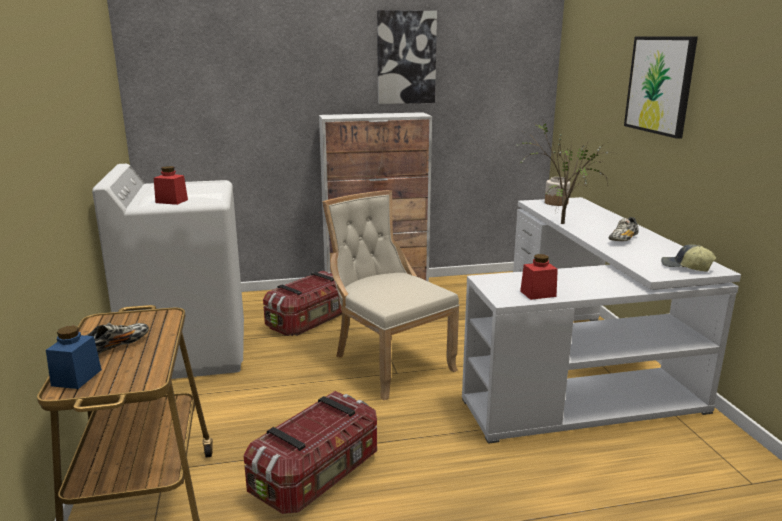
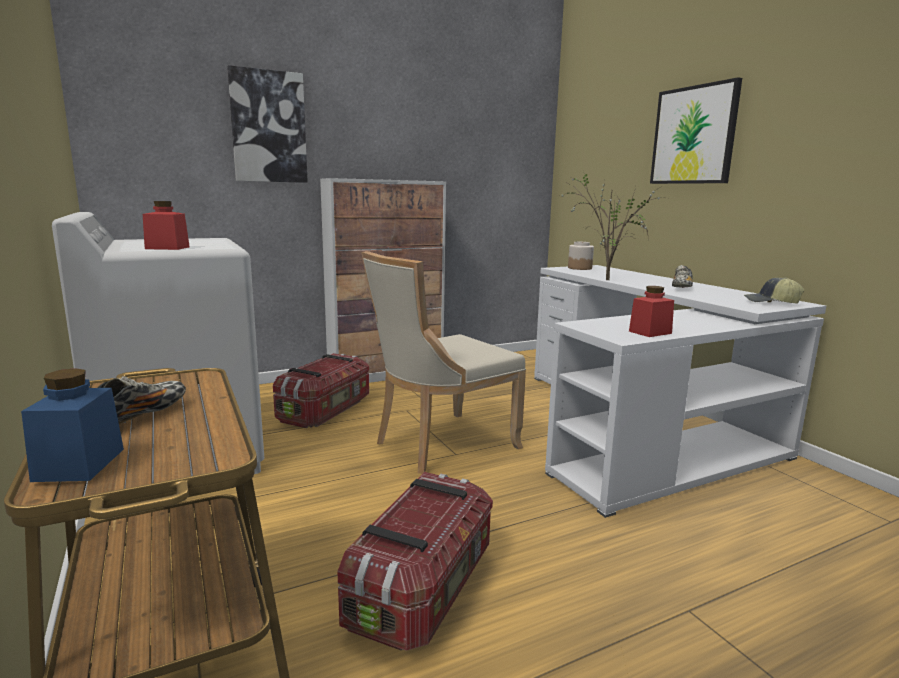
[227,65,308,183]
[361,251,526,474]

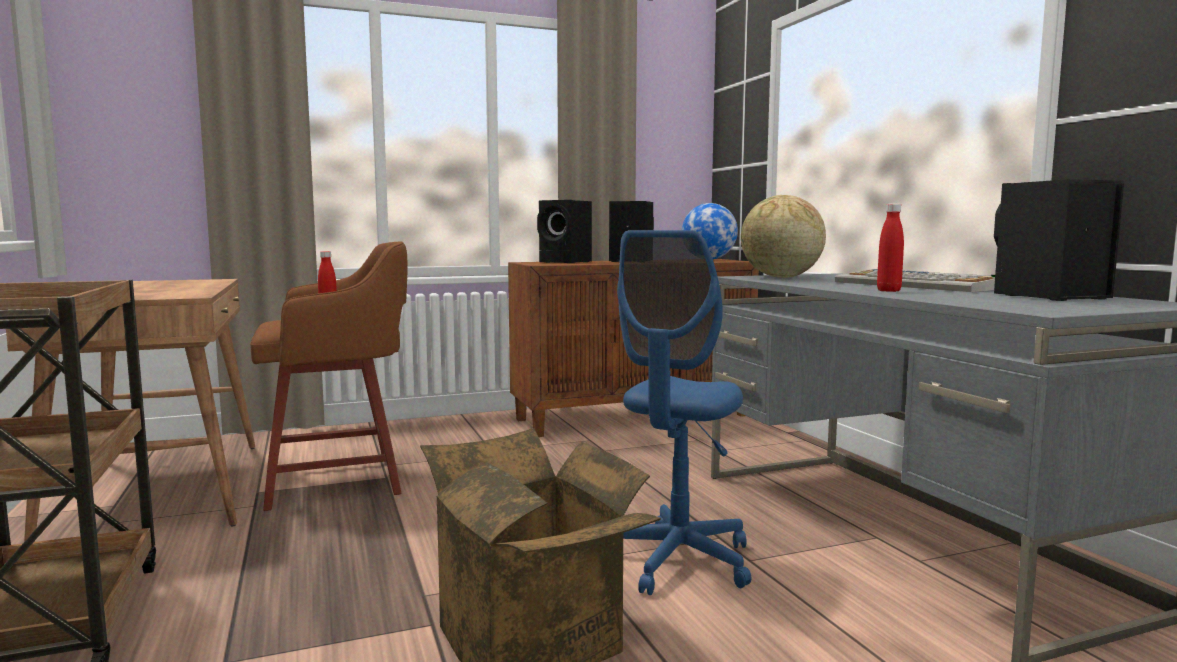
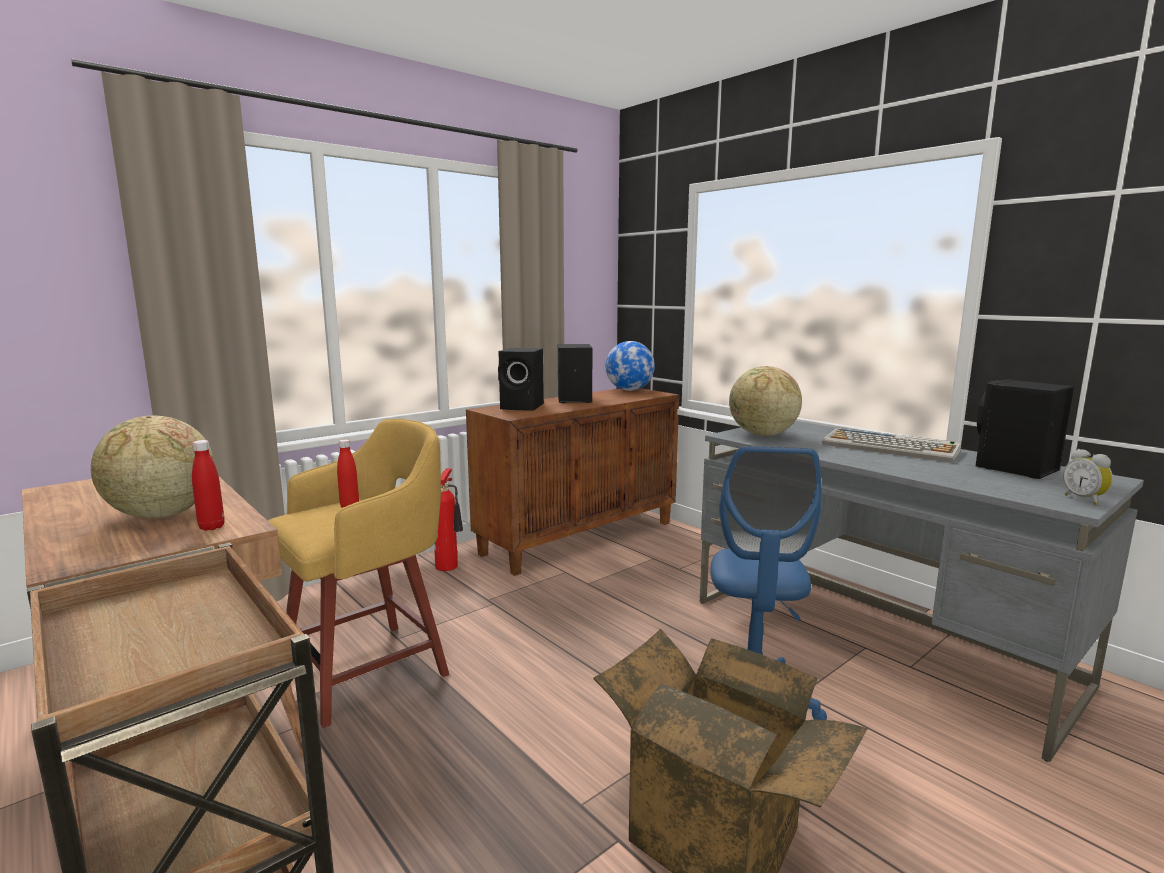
[91,415,214,518]
[192,440,225,531]
[268,419,449,728]
[434,468,463,571]
[1063,449,1113,505]

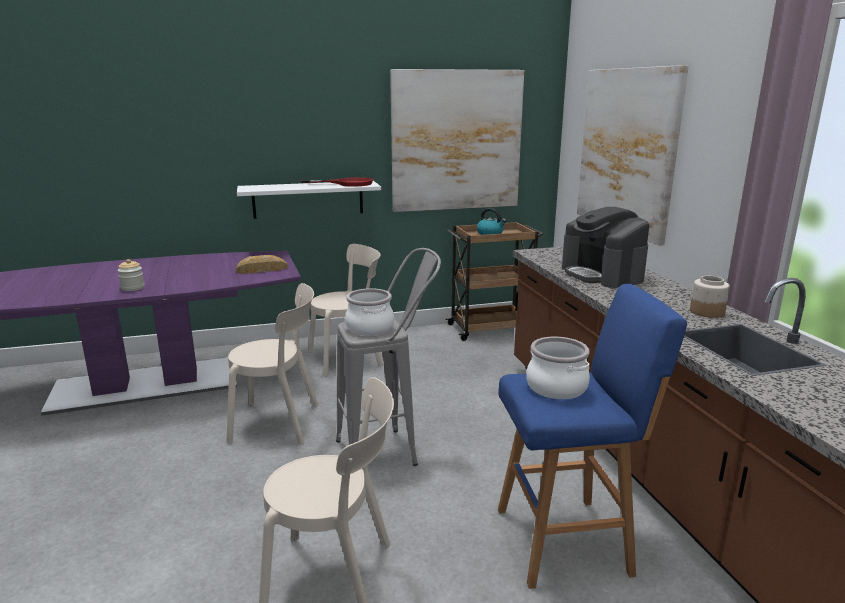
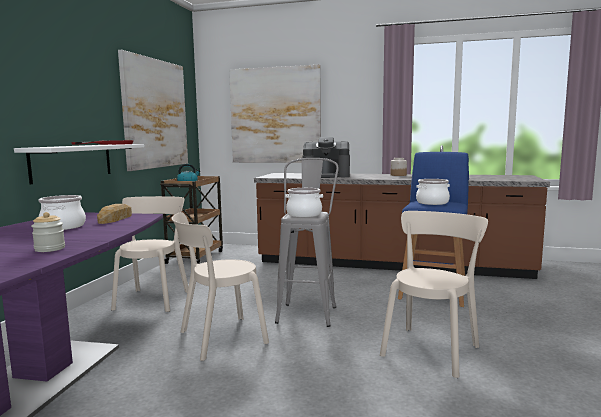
[38,195,86,230]
[172,212,269,361]

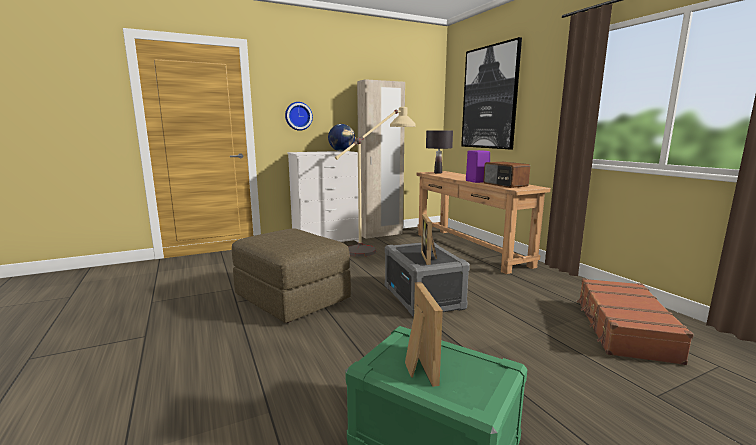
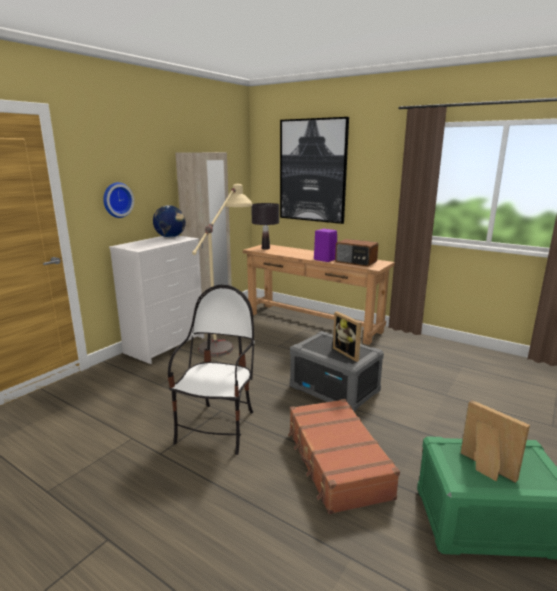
[168,285,255,455]
[288,399,400,514]

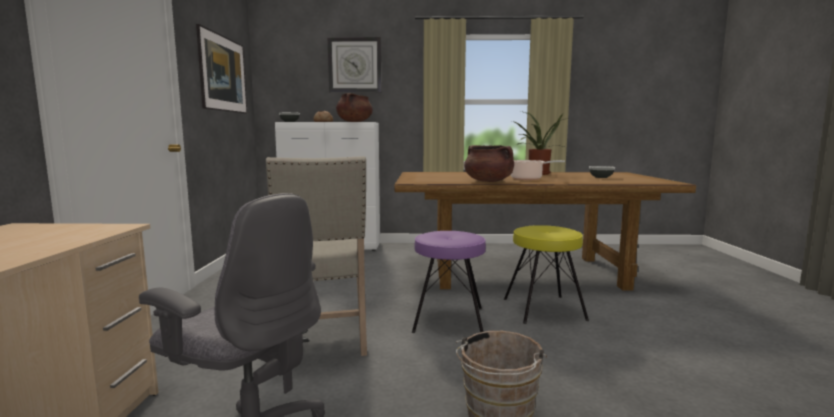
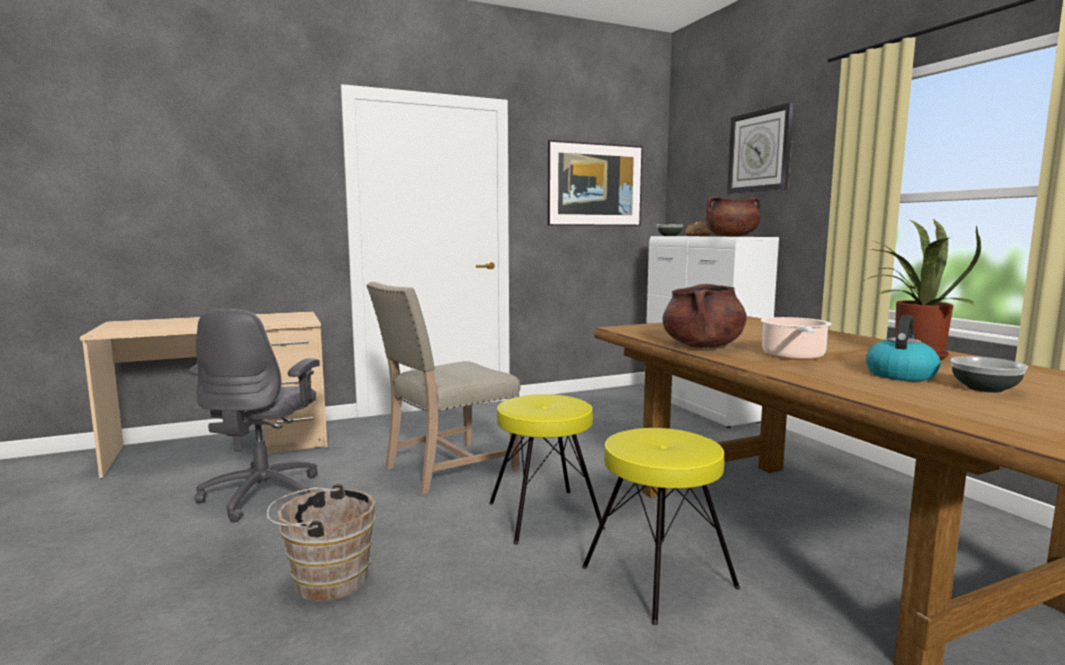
[489,394,605,545]
[866,315,940,381]

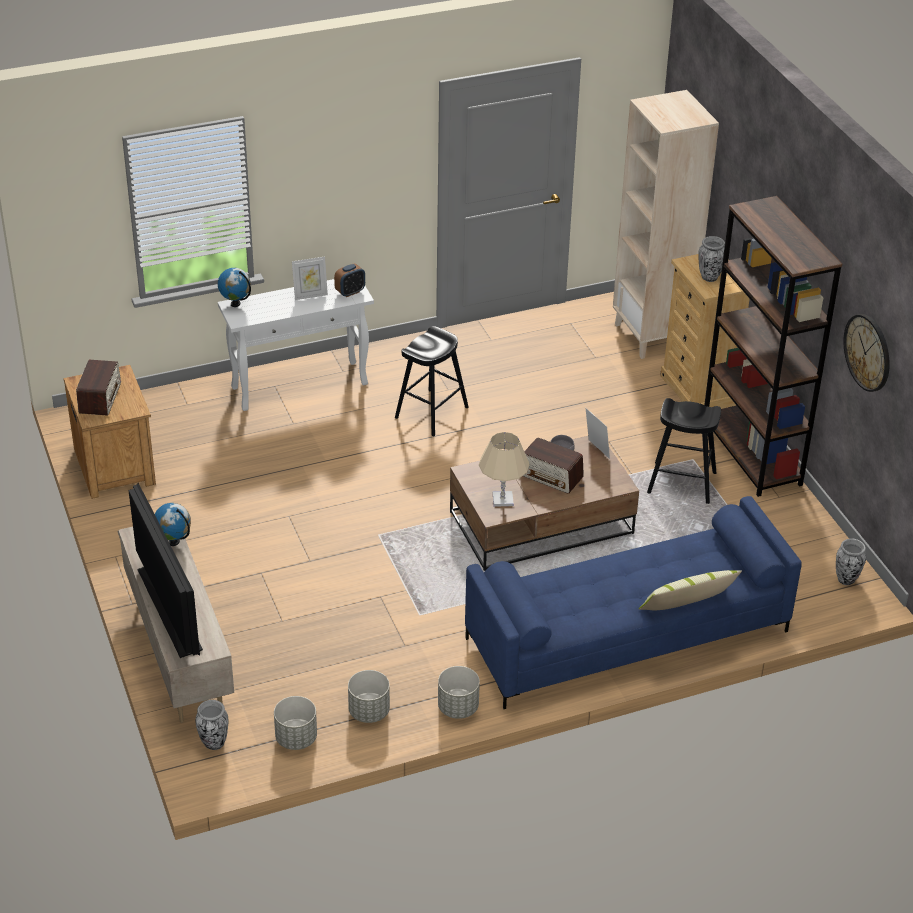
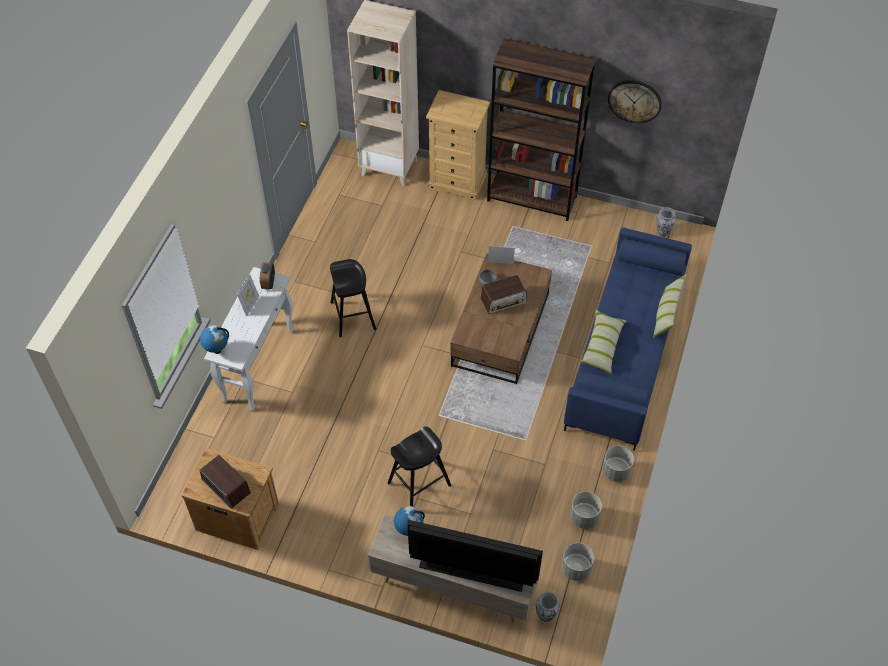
[387,427,451,507]
[580,310,626,374]
[479,432,529,507] (first image)
[698,236,725,282] (first image)

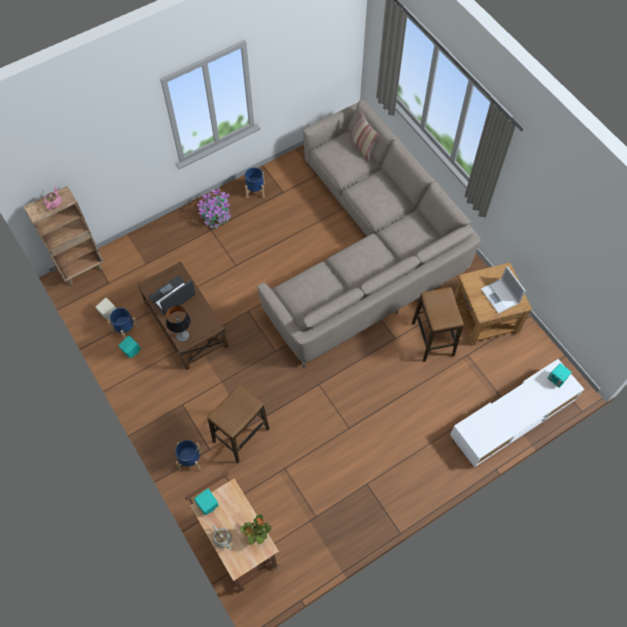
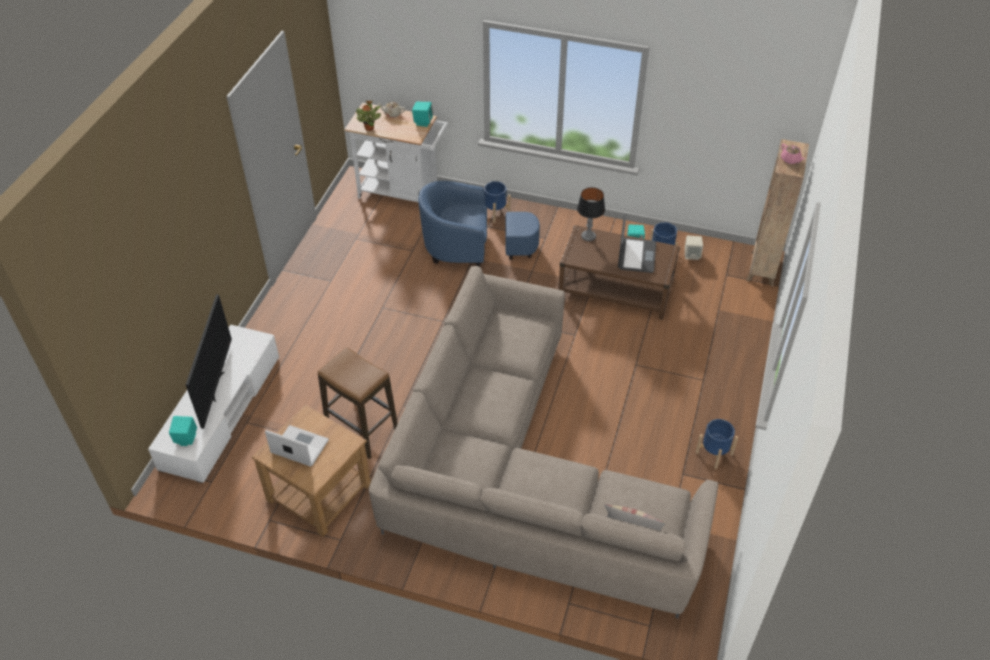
[186,294,232,429]
[344,103,448,202]
[418,181,540,267]
[197,189,231,229] (first image)

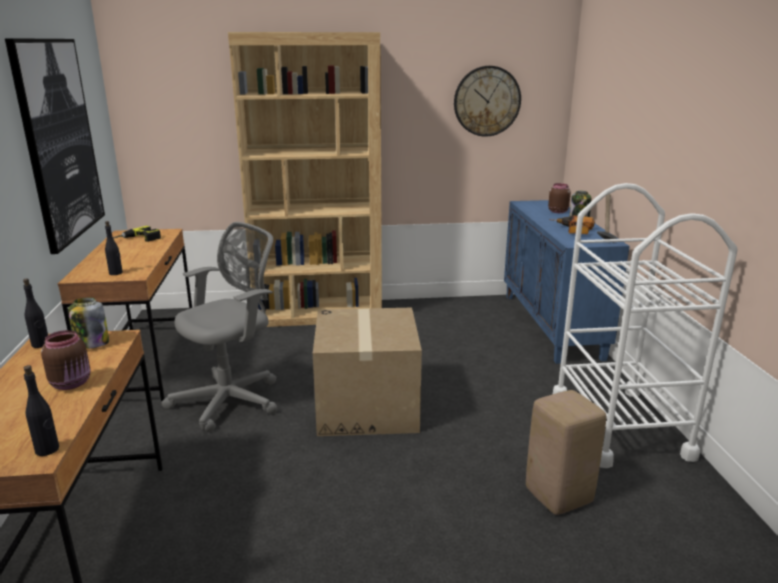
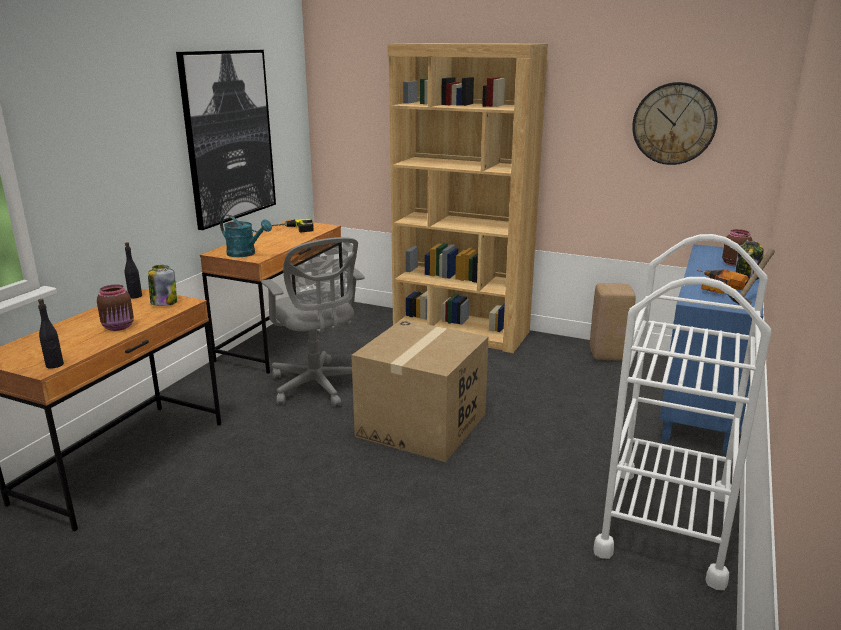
[220,215,272,257]
[261,237,365,407]
[590,283,636,361]

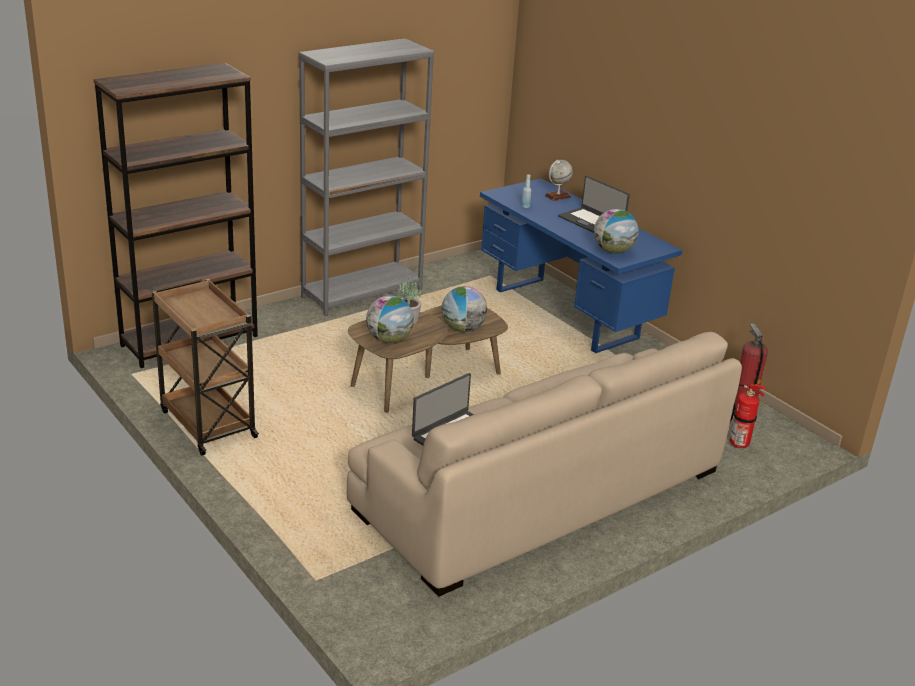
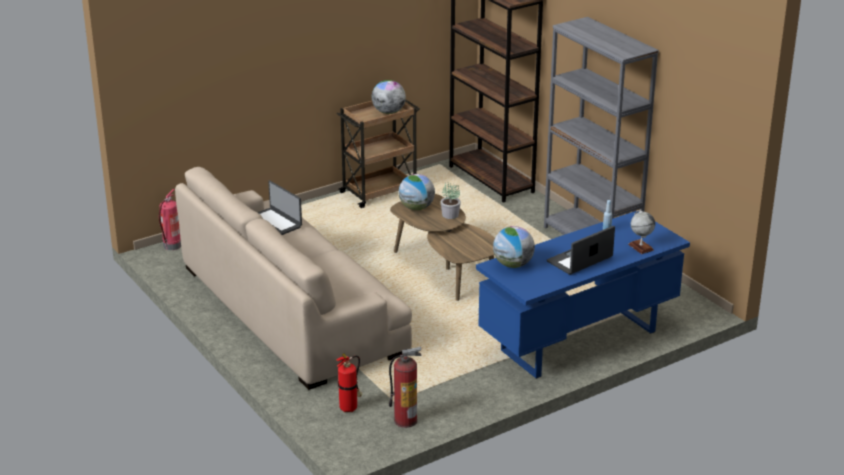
[159,189,181,250]
[372,80,406,114]

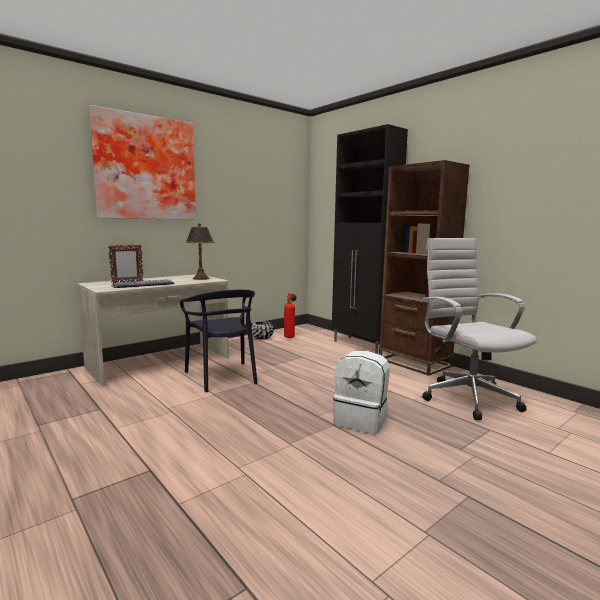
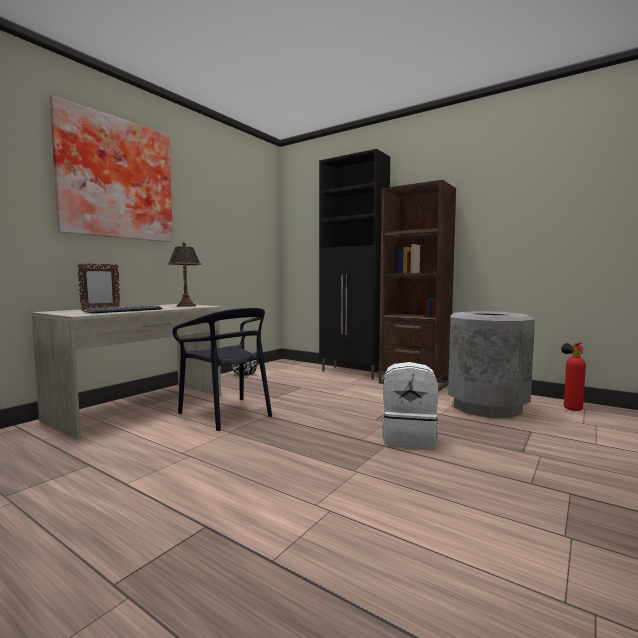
[448,311,535,418]
[561,342,586,411]

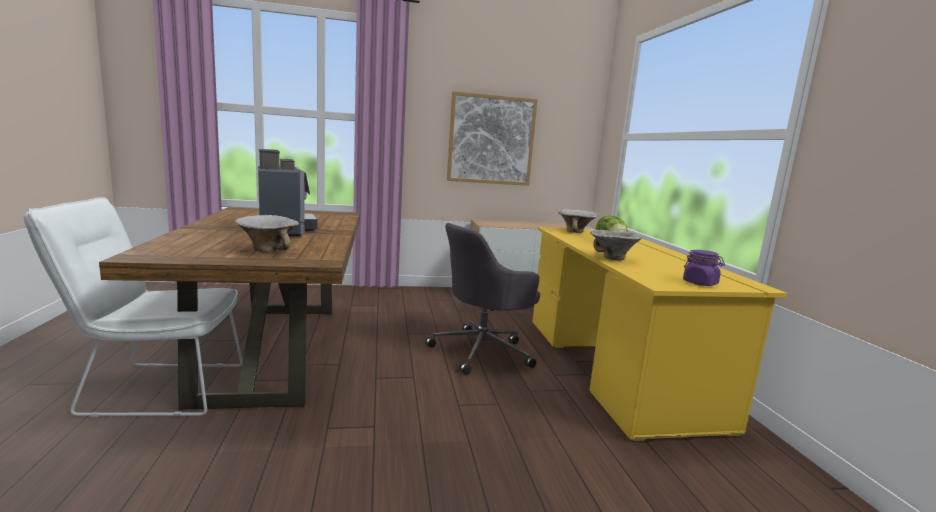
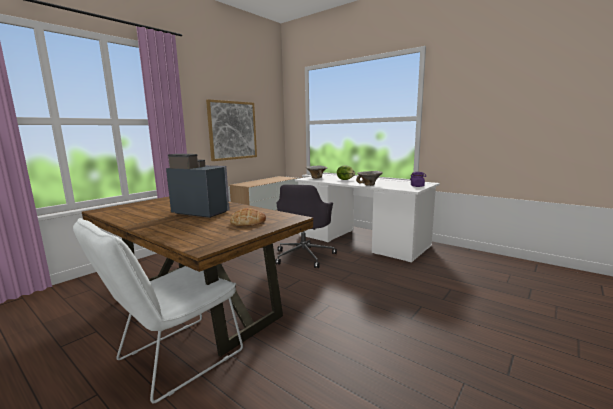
[230,208,266,226]
[295,174,440,263]

